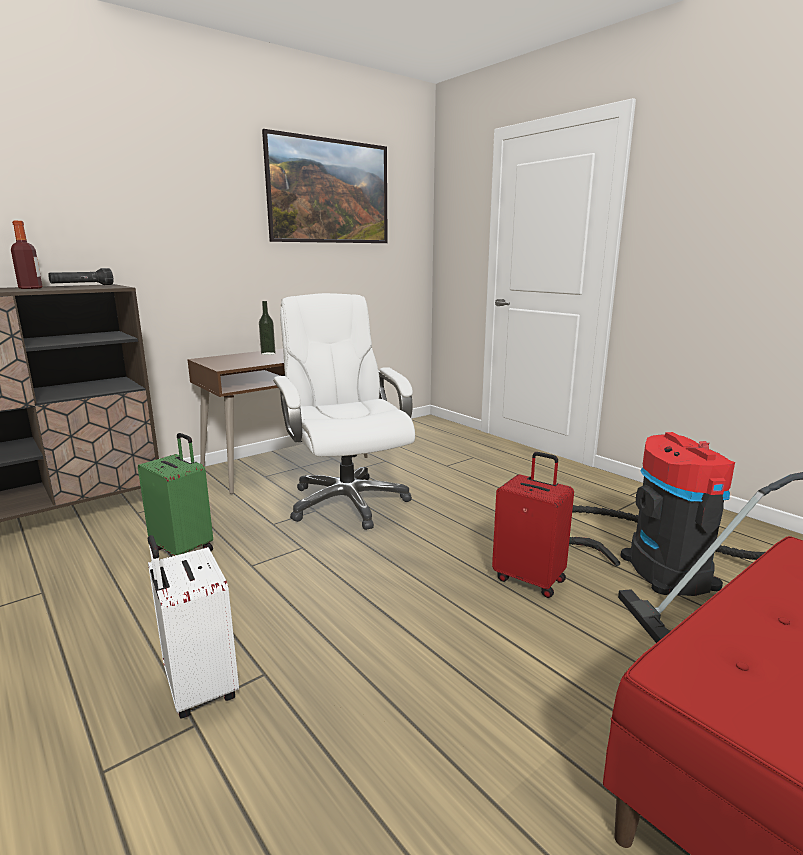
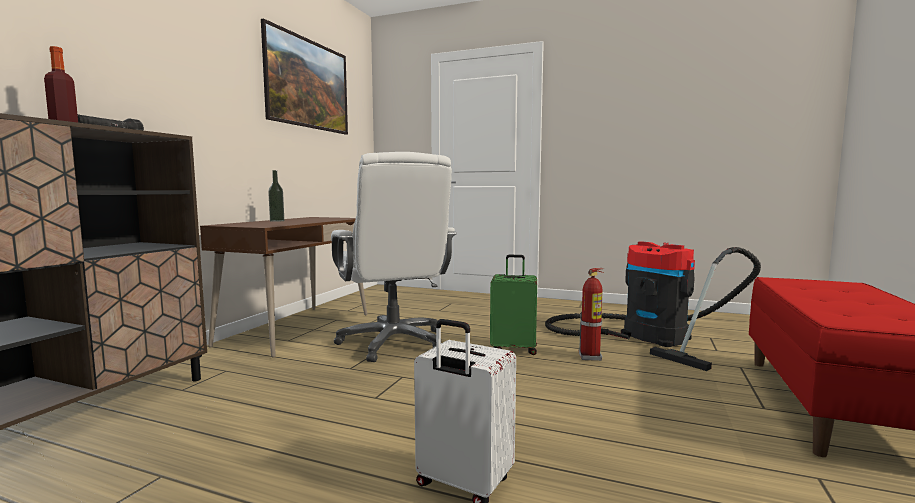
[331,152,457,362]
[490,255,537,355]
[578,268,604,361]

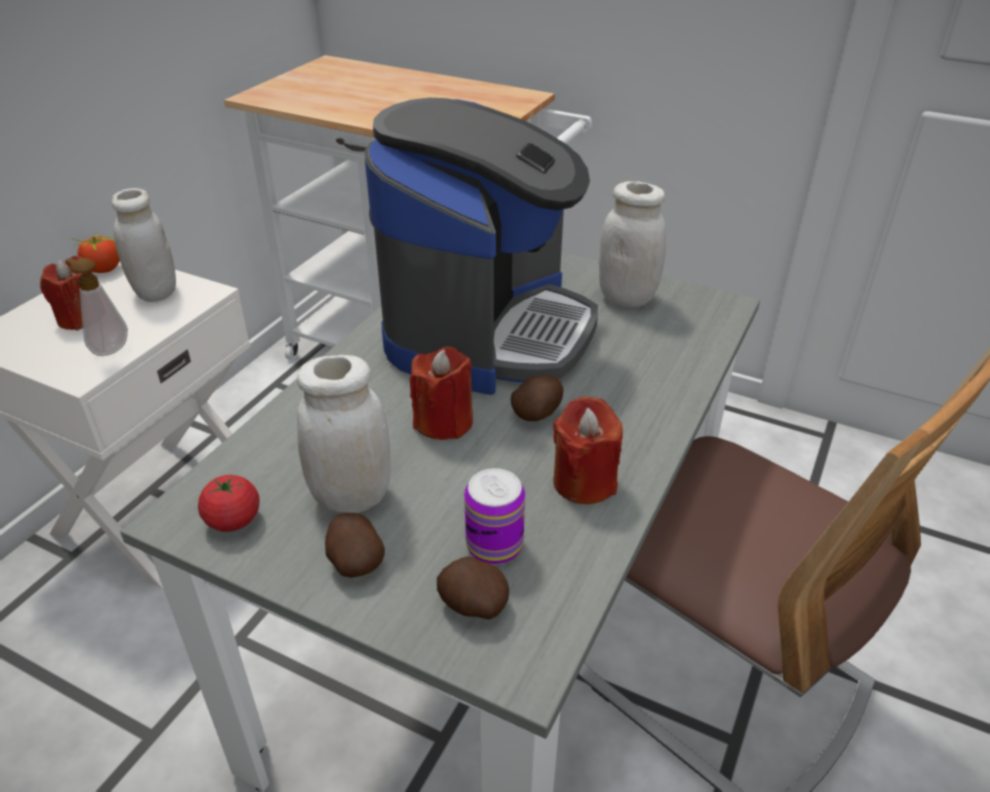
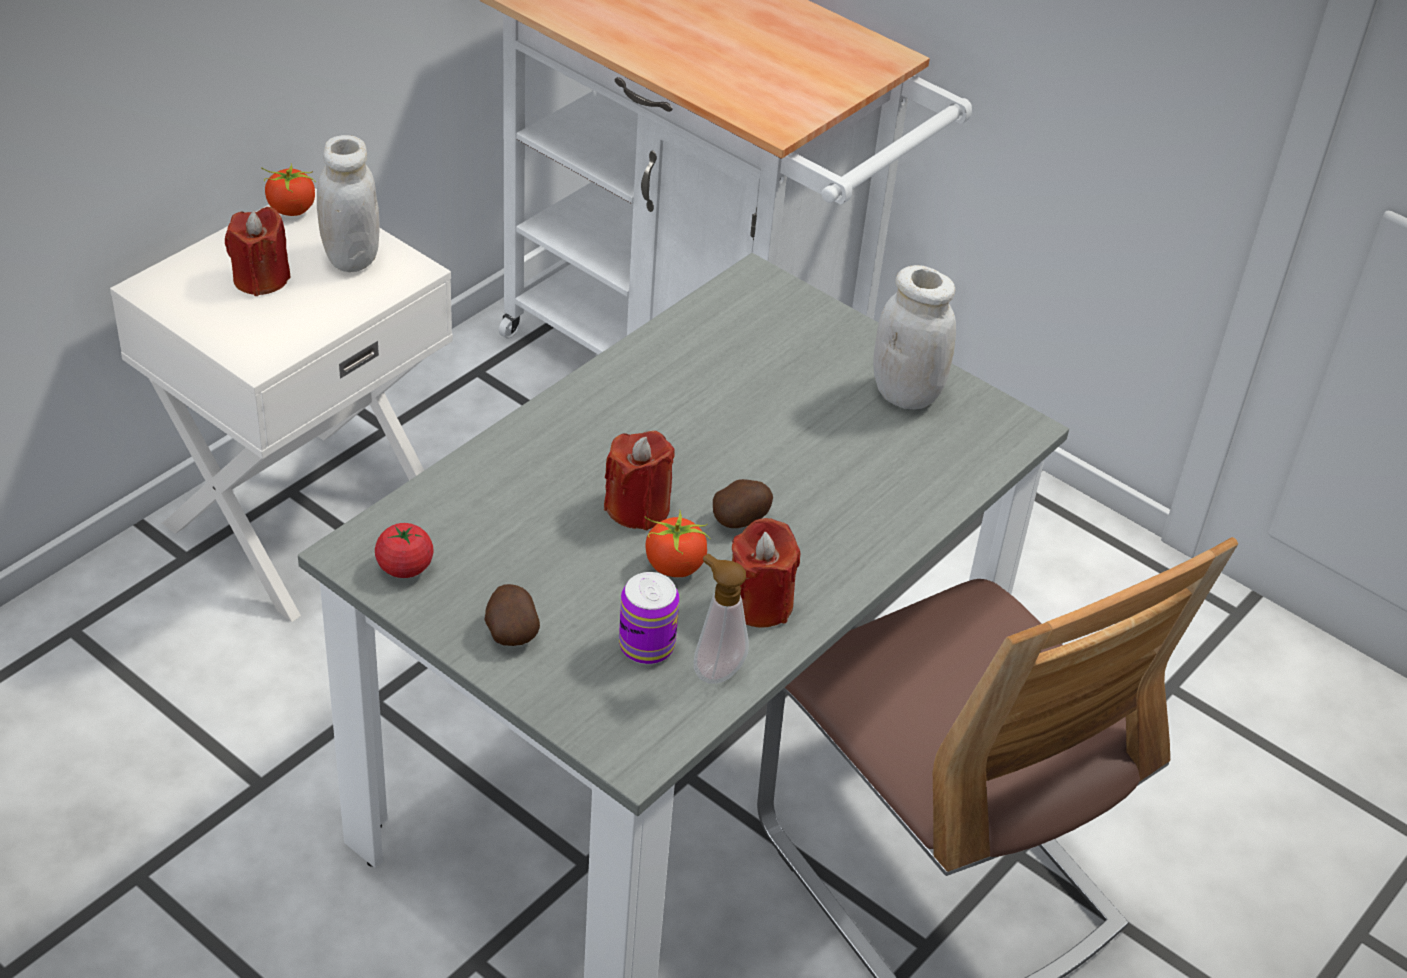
[645,510,711,577]
[694,554,749,684]
[297,355,391,513] (first image)
[365,98,598,395] (first image)
[437,557,509,620] (first image)

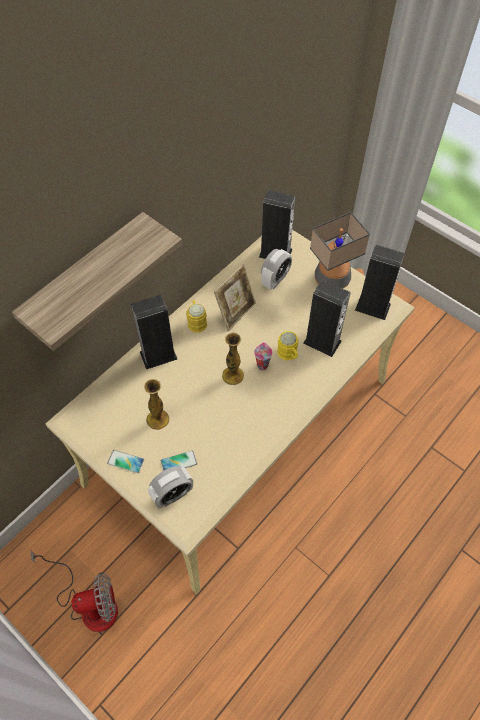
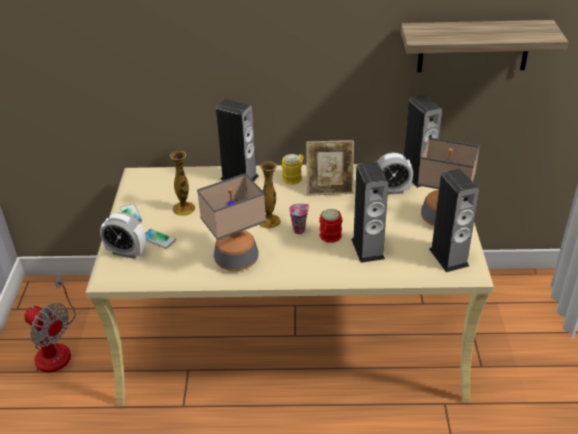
[197,173,266,271]
[319,209,342,243]
[401,20,568,72]

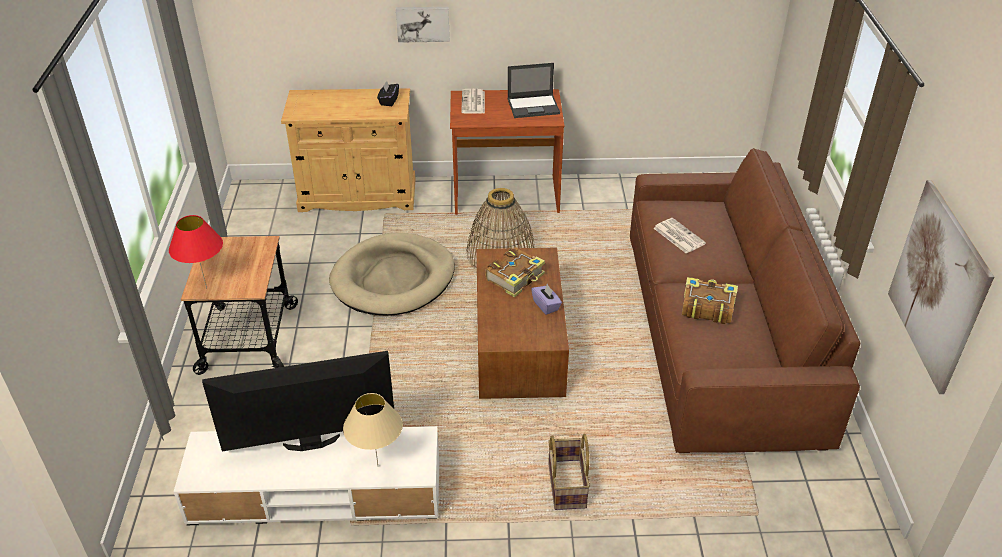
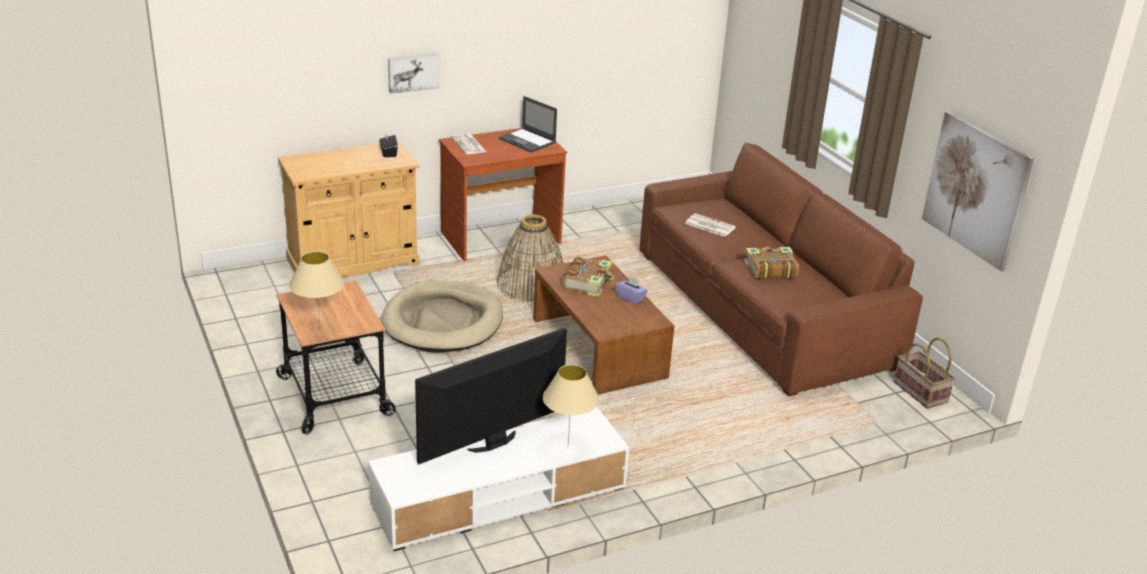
[289,251,344,329]
[499,96,557,153]
[893,337,956,409]

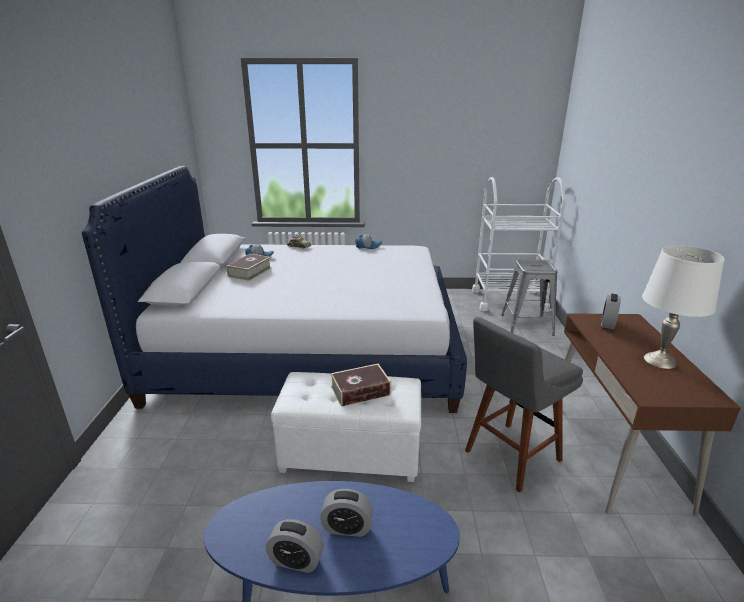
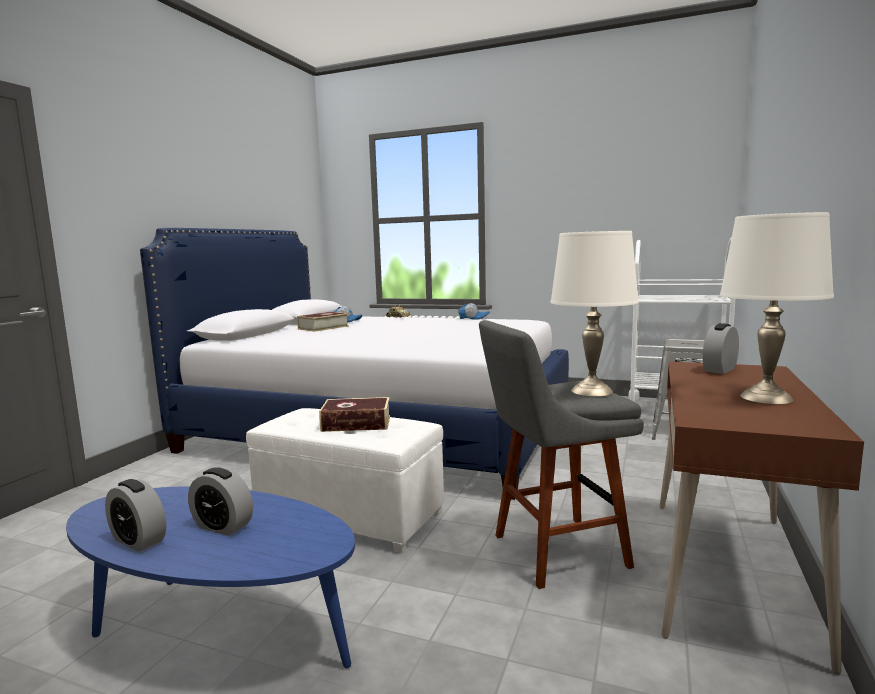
[550,231,639,397]

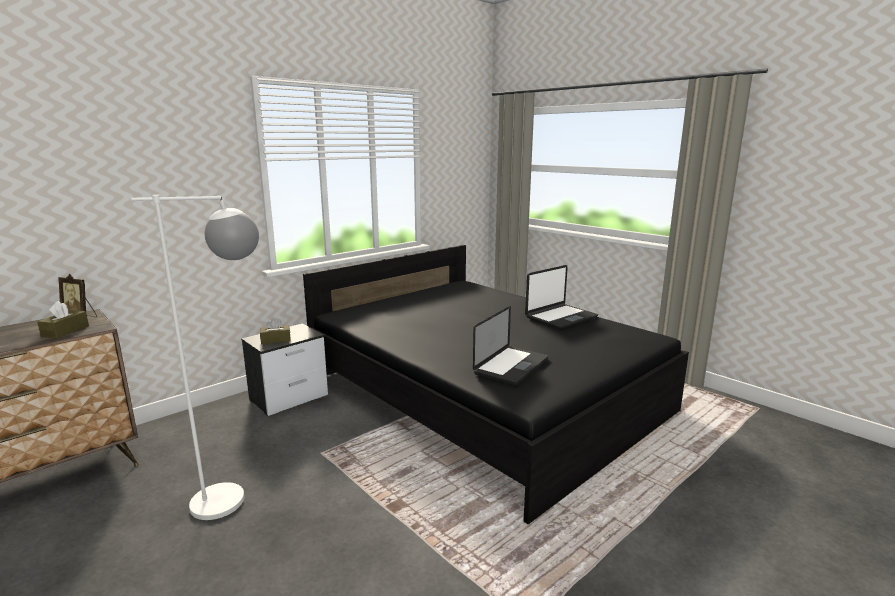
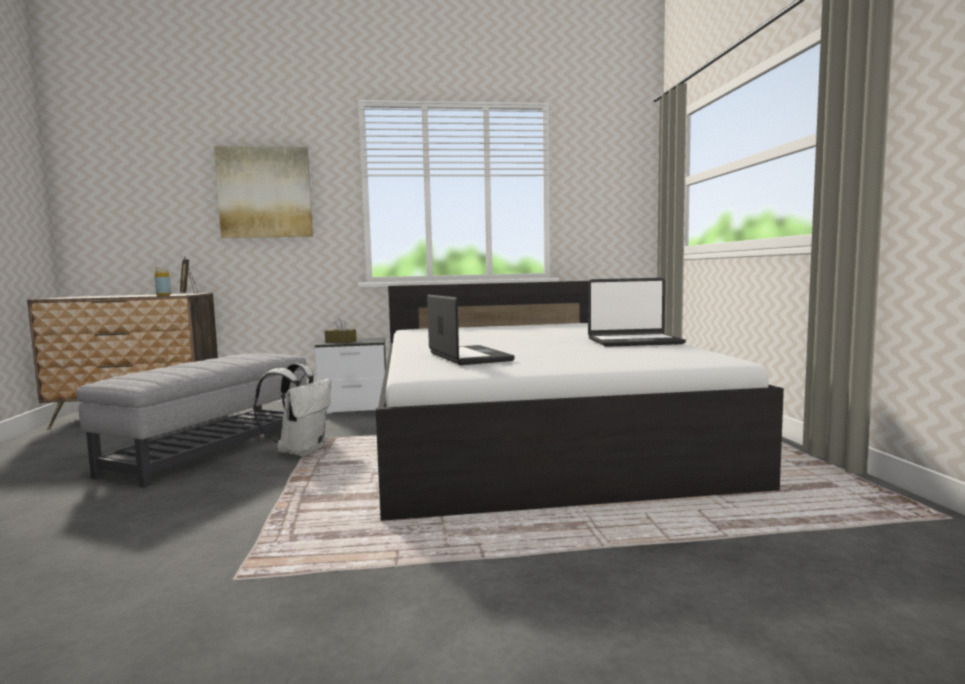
[76,353,307,488]
[155,267,171,296]
[214,146,313,238]
[254,363,331,457]
[376,281,784,521]
[427,295,514,365]

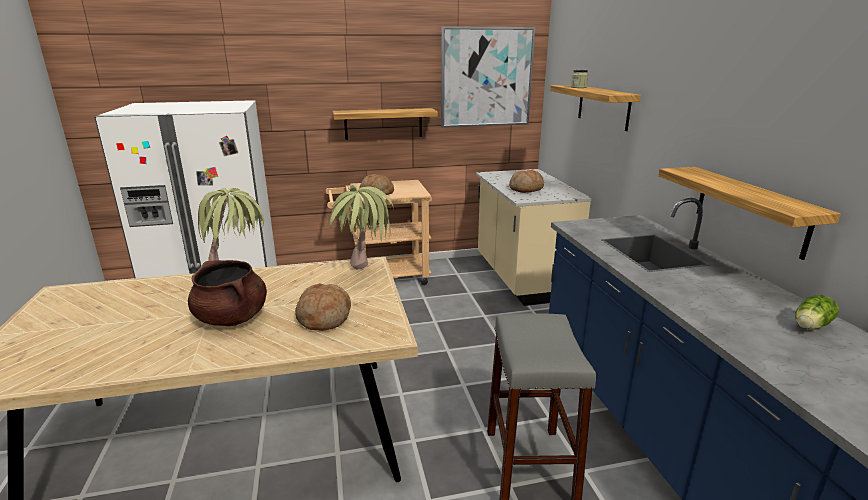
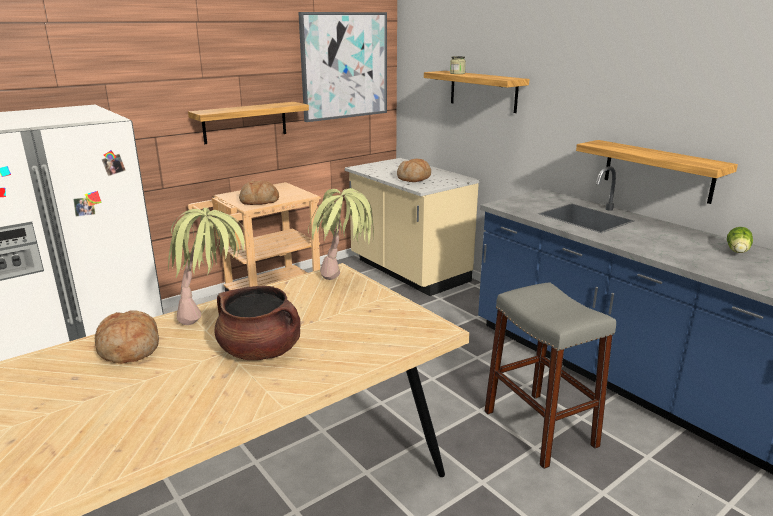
[95,311,159,364]

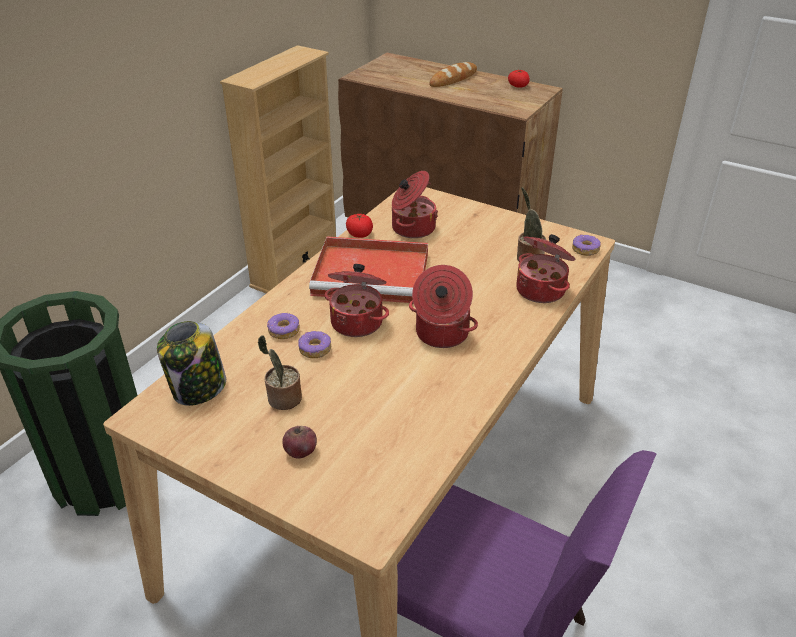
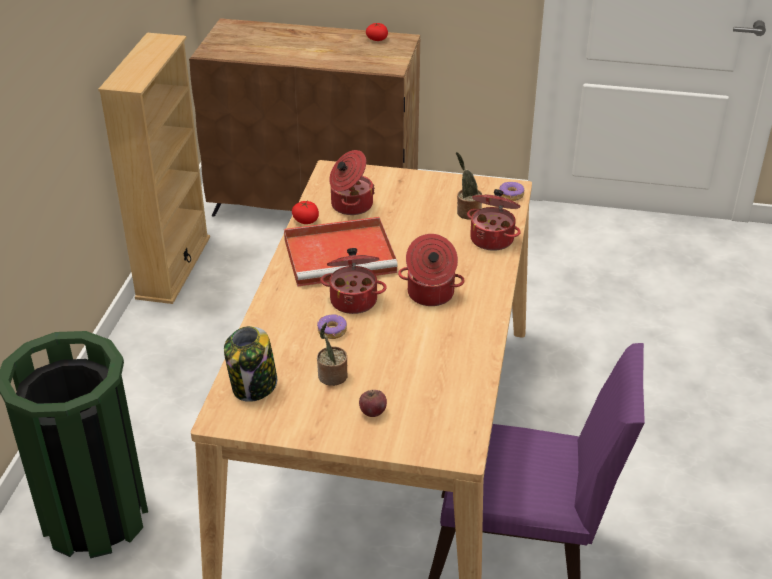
[267,313,300,339] (first image)
[429,62,477,87] (first image)

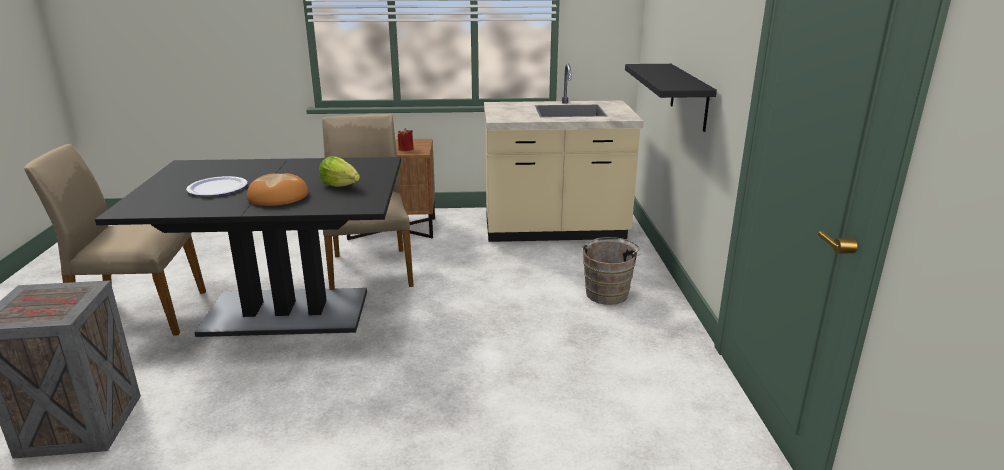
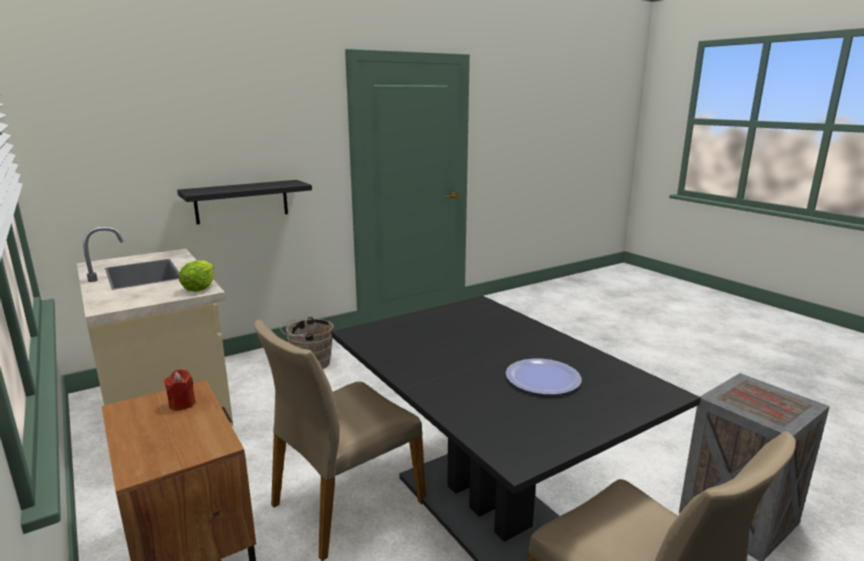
[179,260,214,292]
[247,173,308,206] (first image)

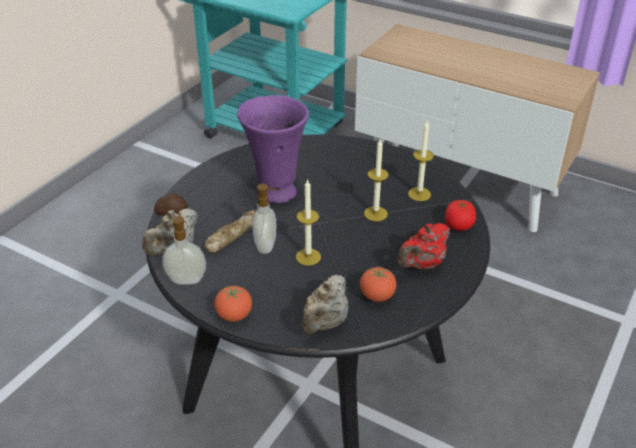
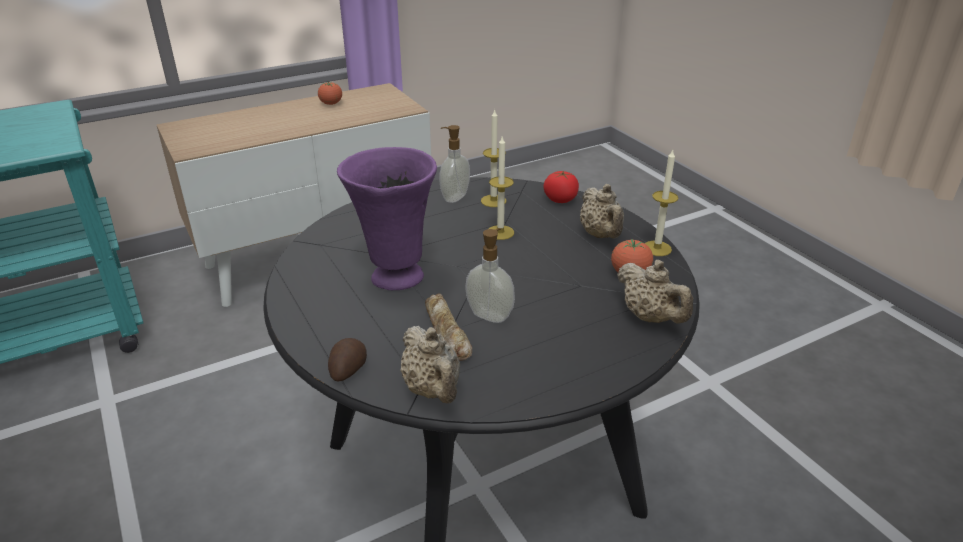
[318,81,342,105]
[440,125,470,203]
[580,184,624,239]
[645,150,678,256]

